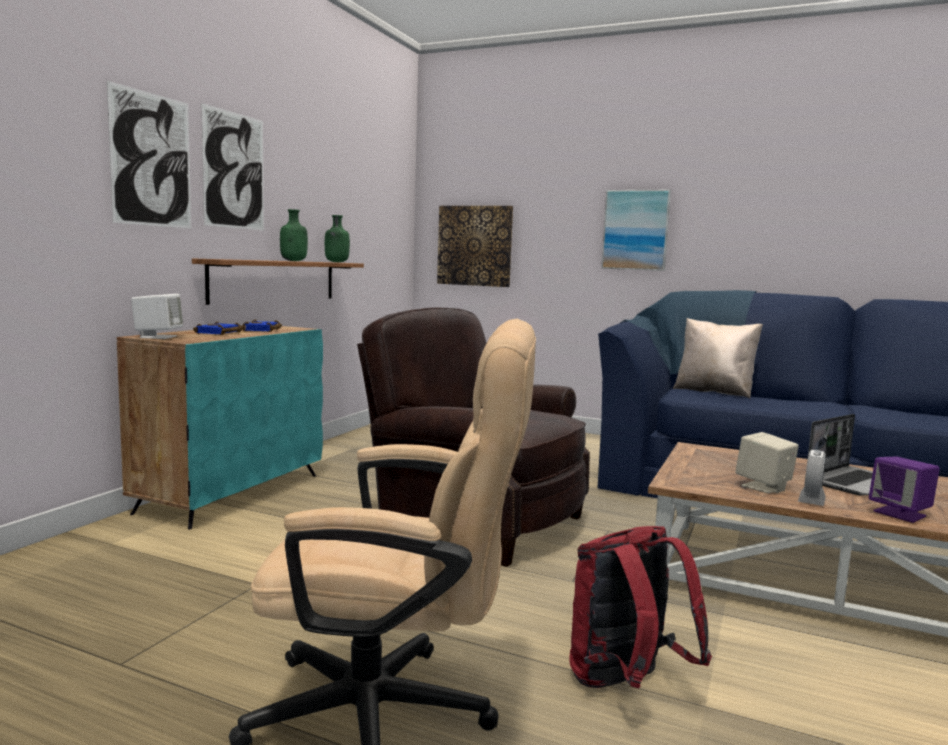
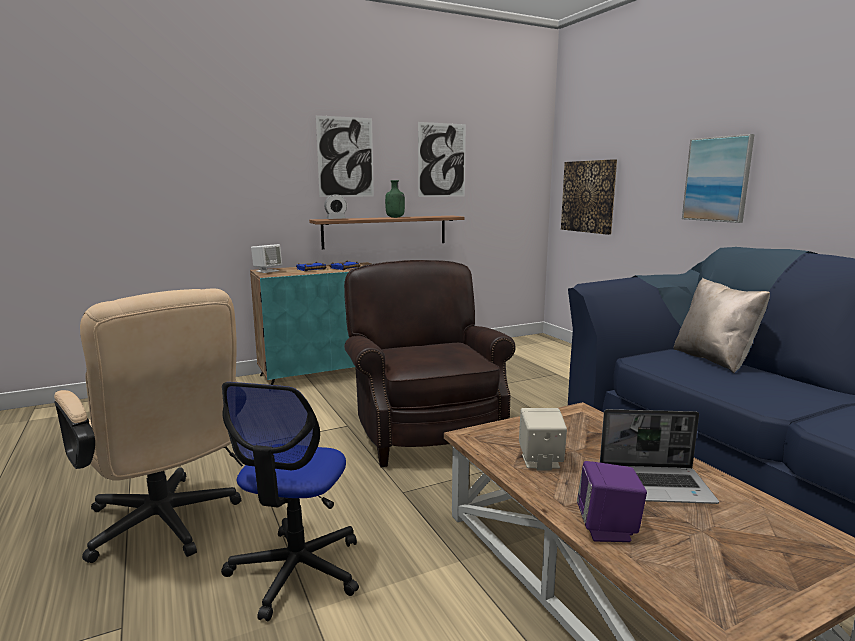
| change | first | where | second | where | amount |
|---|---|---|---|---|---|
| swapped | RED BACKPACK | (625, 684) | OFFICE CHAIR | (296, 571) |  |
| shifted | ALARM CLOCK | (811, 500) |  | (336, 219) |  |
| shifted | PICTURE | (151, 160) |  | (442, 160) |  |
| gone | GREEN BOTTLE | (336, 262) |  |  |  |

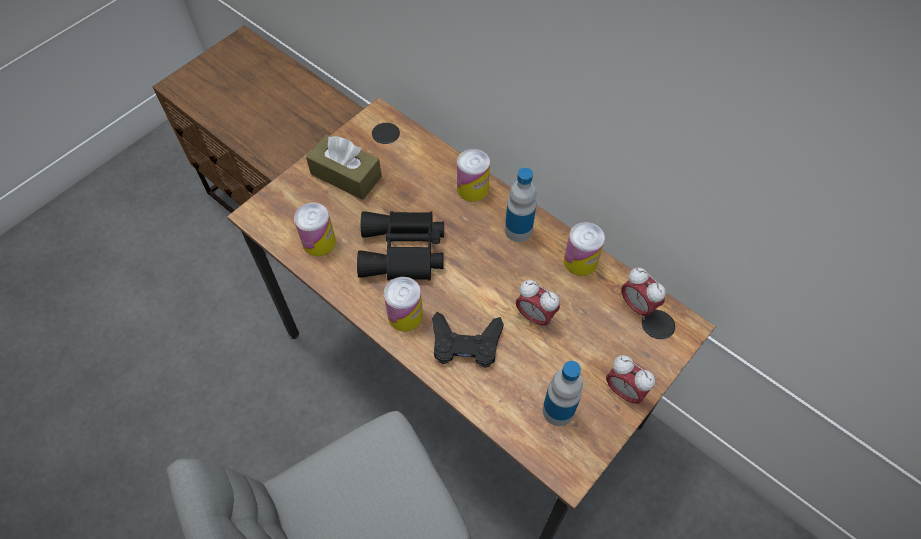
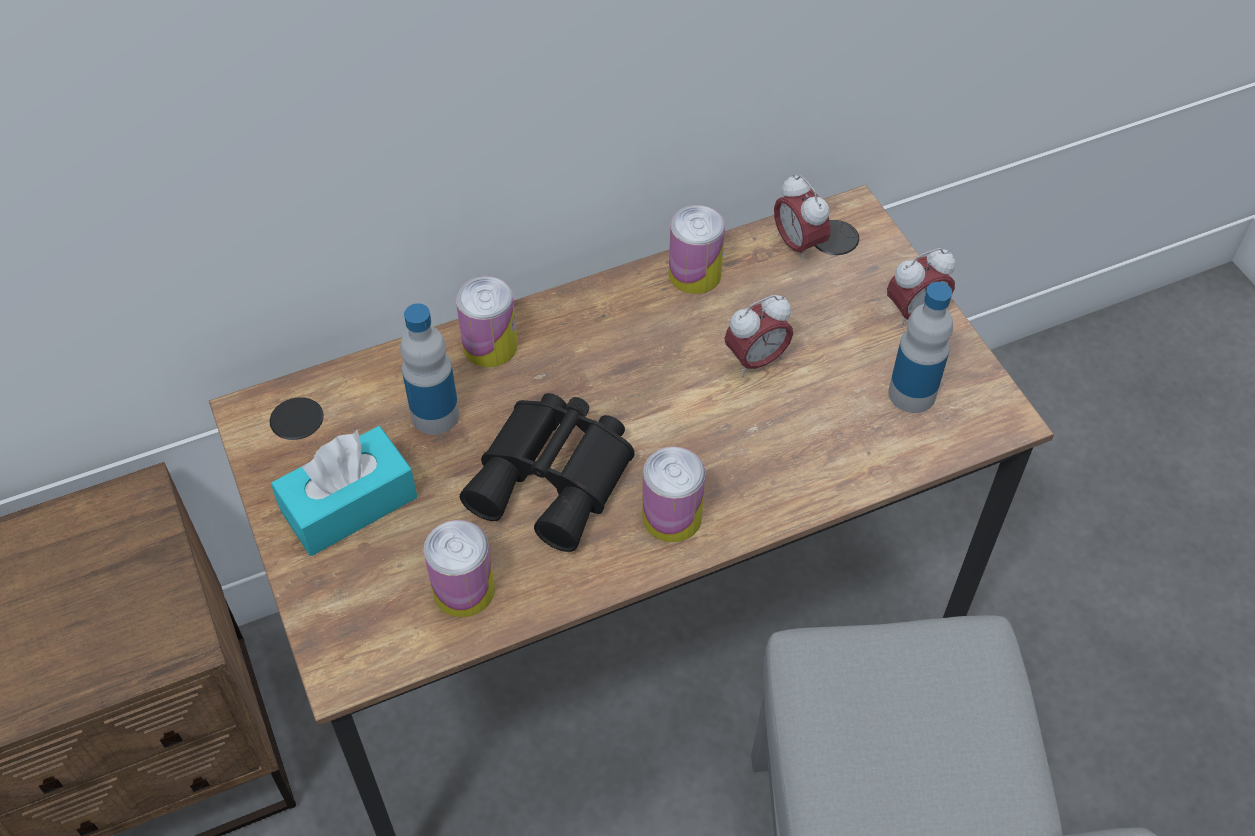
| change | first | where | second | where | amount |
|---|---|---|---|---|---|
| repainted | BROWN TISSUE BOX | (346, 175) | TURQUOISE TISSUE BOX | (349, 504) |  |
| shifted | BOTTLE | (518, 230) |  | (435, 415) |  |
| rotated | ALARM CLOCK | (637, 306) |  | (798, 245) | 75 degrees clockwise |
| gone | BLACK GAME CONTROLLER | (465, 343) |  |  |  |

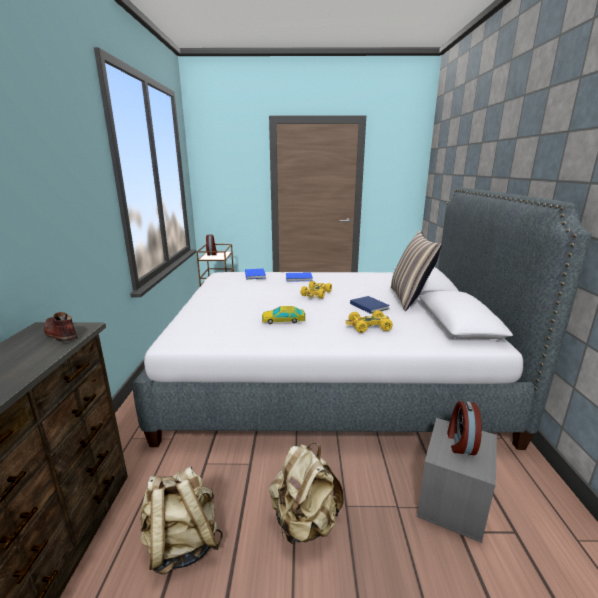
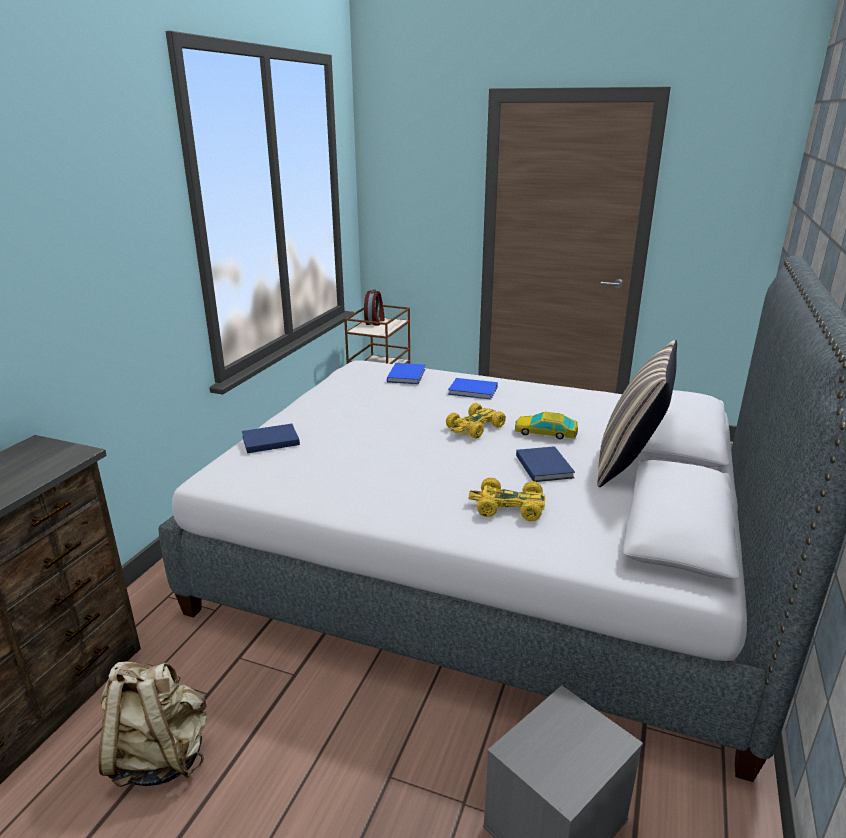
| change | first | where | second | where | amount |
|---|---|---|---|---|---|
| new |  |  | BLUE BOOK | (269, 440) |  |
| shifted | TOY CAR | (283, 320) |  | (545, 432) |  |
| gone | BROWN SHOE | (60, 334) |  |  |  |
| gone | BEIGE BACKPACK | (304, 522) |  |  |  |
| gone | ALARM CLOCK | (460, 443) |  |  |  |

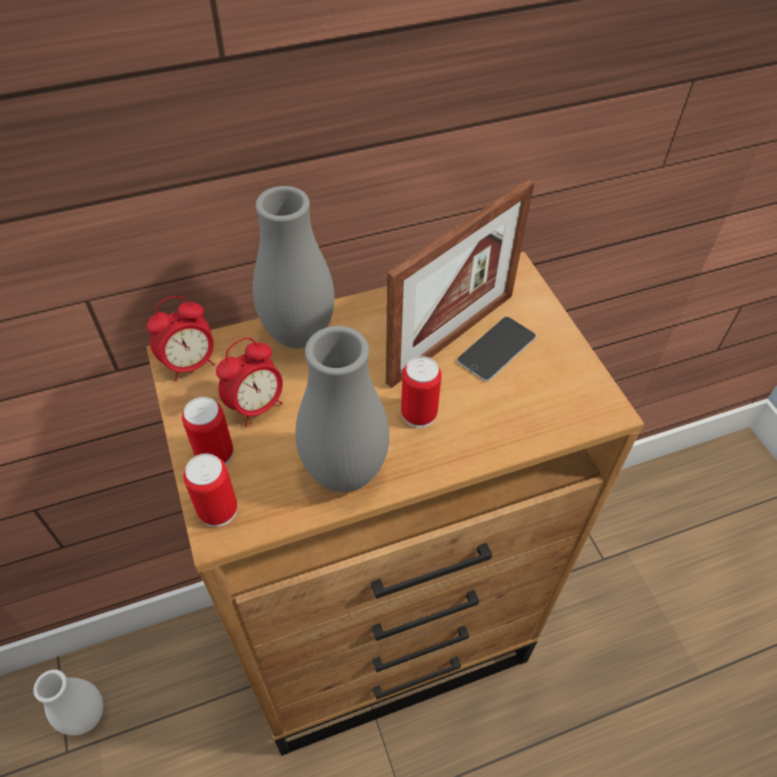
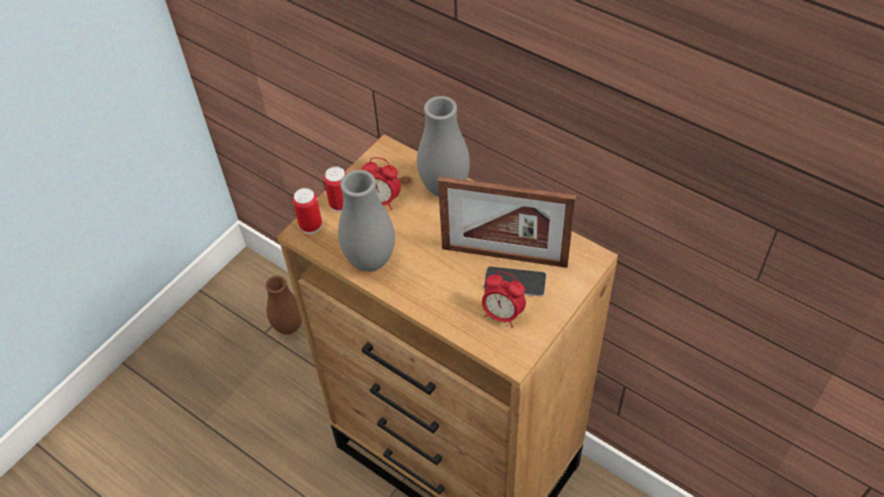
| change | first | where | second | where | amount |
|---|---|---|---|---|---|
| repainted | WHITE VASE | (86, 716) | BROWN VASE | (289, 327) |  |
| shifted | ALARM CLOCK | (190, 364) |  | (502, 315) |  |
| gone | CAN | (419, 414) |  |  |  |

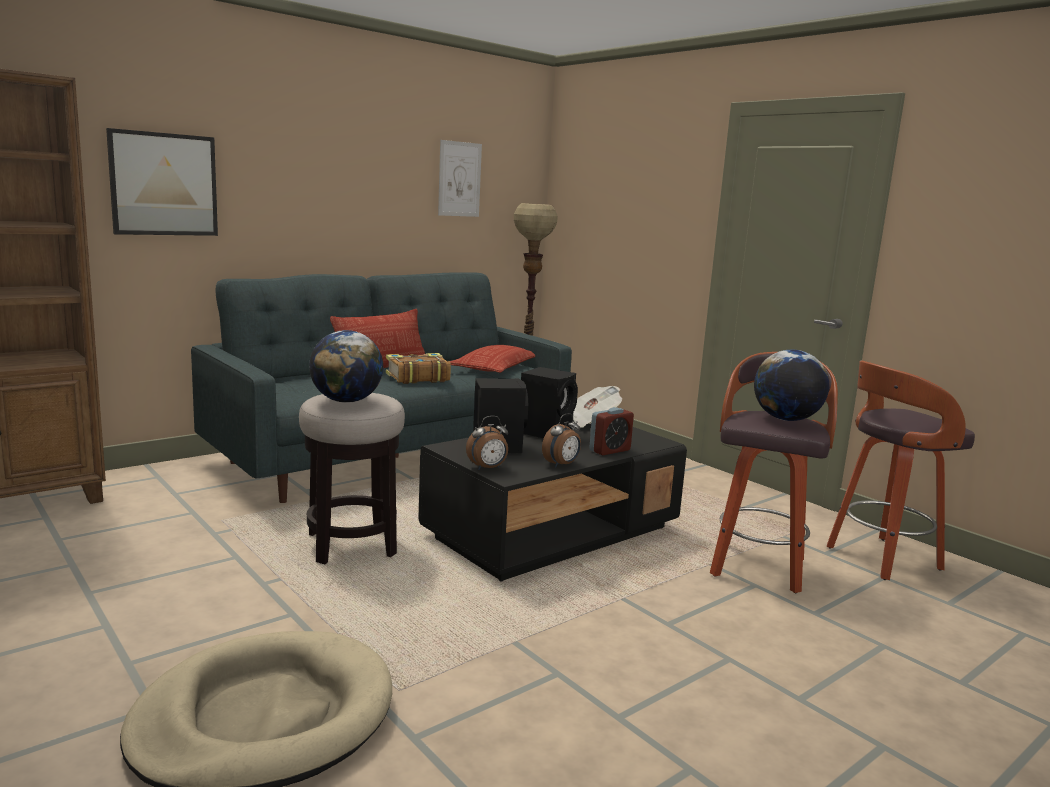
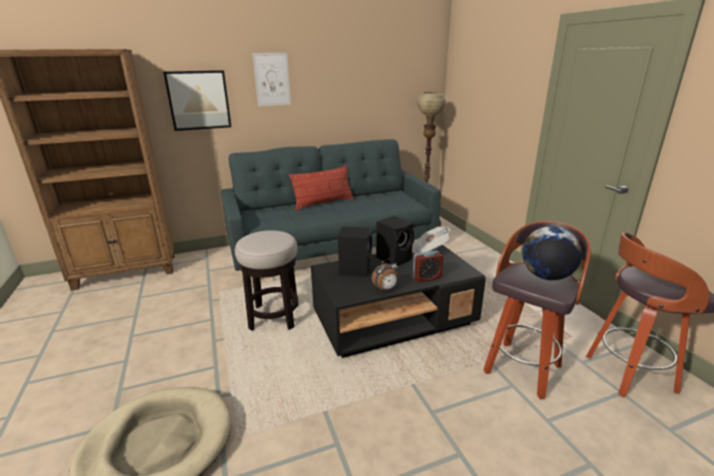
| change | first | where | second | where | amount |
|---|---|---|---|---|---|
| shifted | PICTURE | (459, 179) |  | (272, 79) |  |
| gone | GLOBE | (346, 401) |  |  |  |
| gone | BOOK | (417, 378) |  |  |  |
| gone | PILLOW | (496, 367) |  |  |  |
| gone | ALARM CLOCK | (488, 468) |  |  |  |

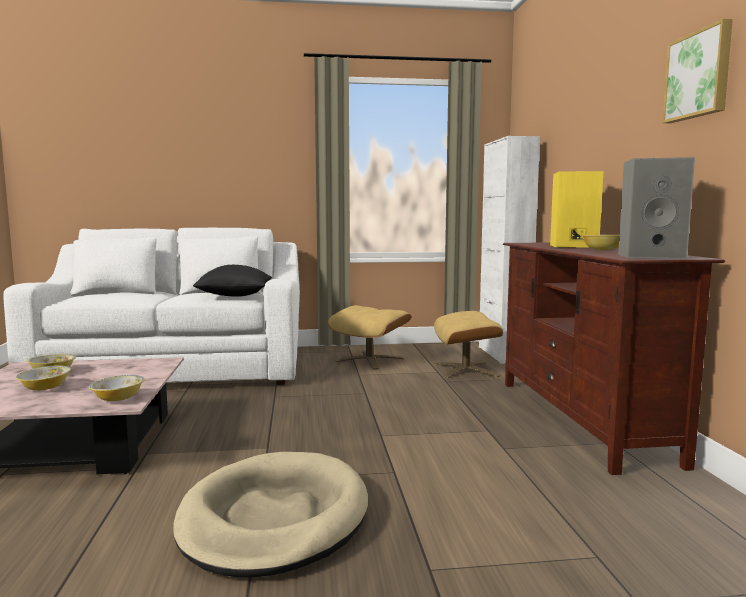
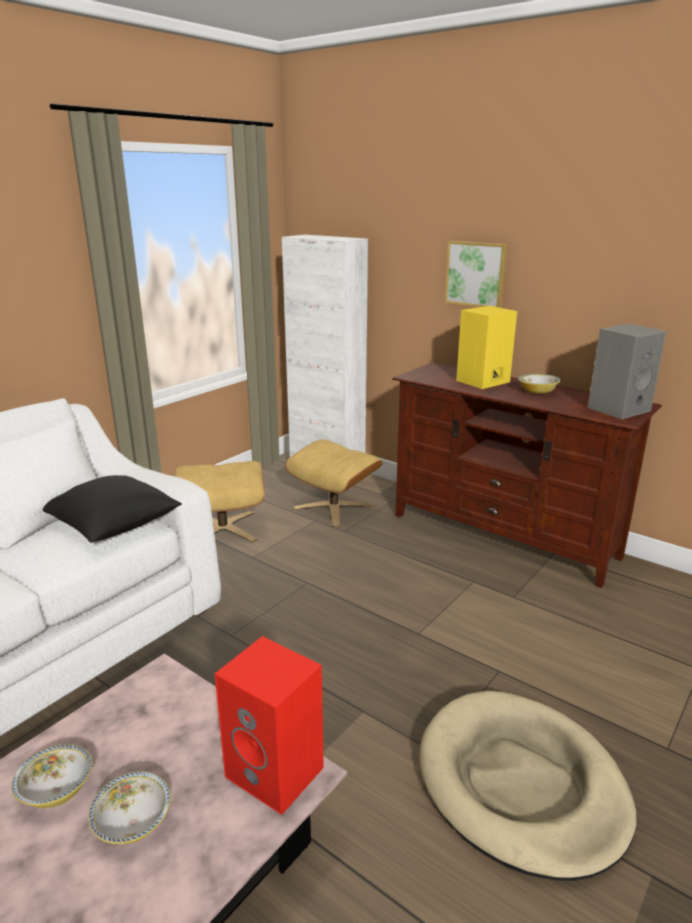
| change | first | where | second | where | amount |
|---|---|---|---|---|---|
| swapped | BOWL | (118, 399) | RED SPEAKER | (277, 772) |  |
| shifted | PICTURE | (699, 75) |  | (476, 274) |  |

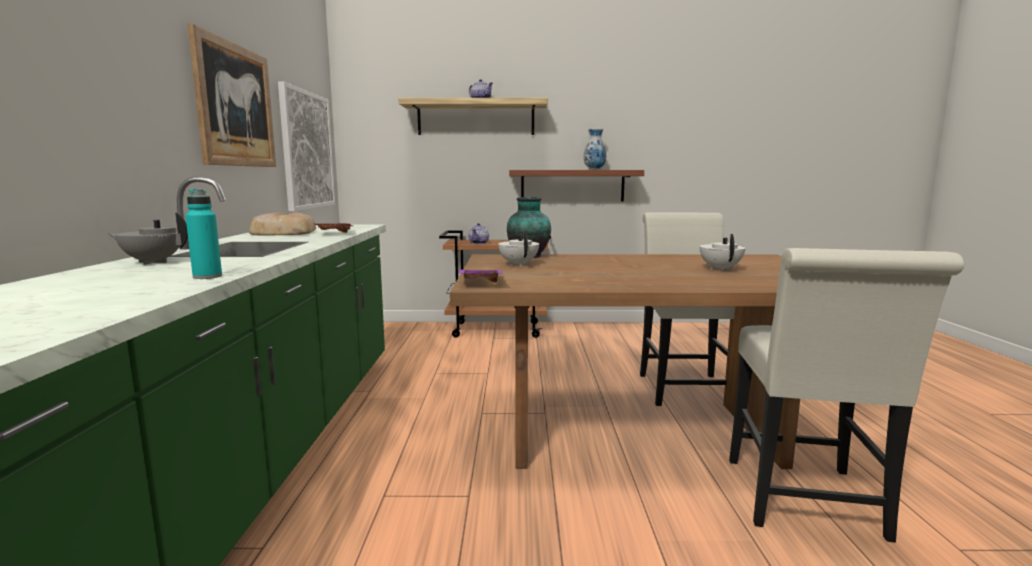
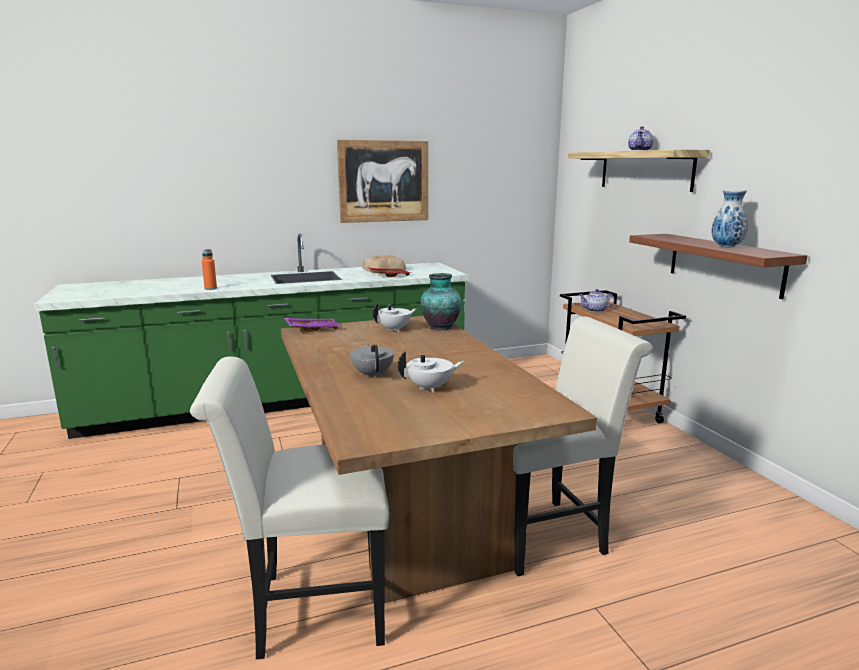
| change | first | where | second | where | amount |
|---|---|---|---|---|---|
| repainted | TURQUOISE BOTTLE | (207, 277) | ORANGE BOTTLE | (210, 288) |  |
| shifted | GREY TEAPOT | (153, 262) |  | (373, 374) |  |
| gone | PICTURE | (307, 150) |  |  |  |

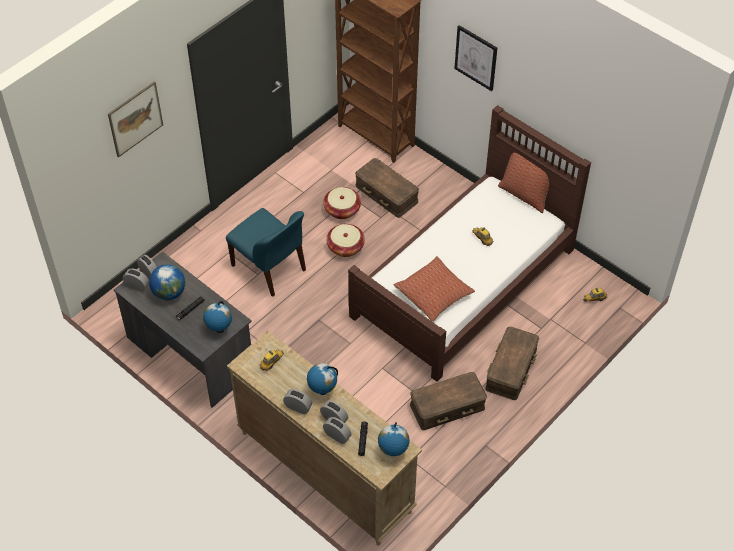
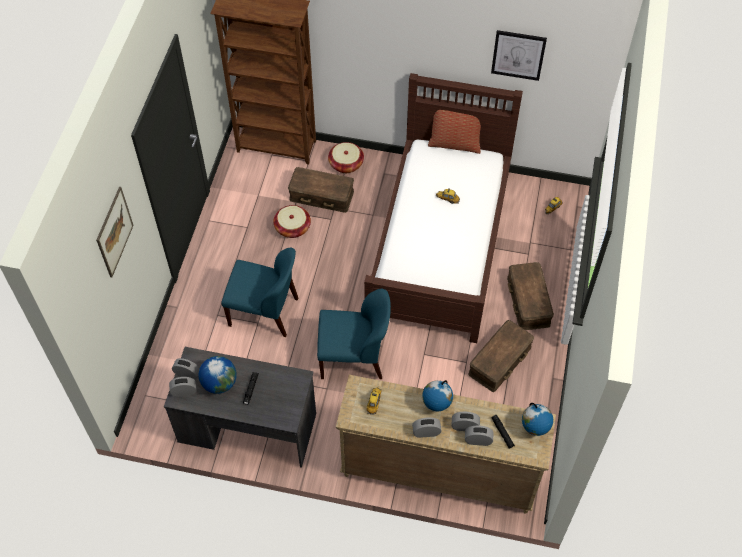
| change | first | where | second | where | amount |
|---|---|---|---|---|---|
| new |  |  | BLUE CHAIR | (354, 357) |  |
| shifted | BASKET | (345, 247) |  | (346, 164) |  |
| shifted | PICTURE | (476, 57) |  | (518, 55) |  |
| gone | GLOBE | (219, 329) |  |  |  |
| gone | PILLOW | (434, 294) |  |  |  |

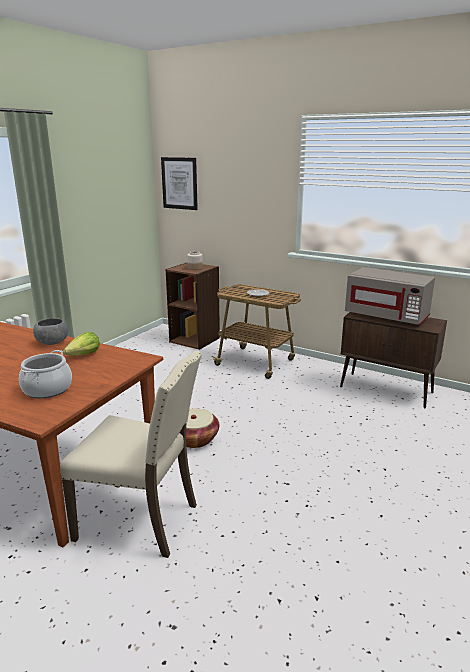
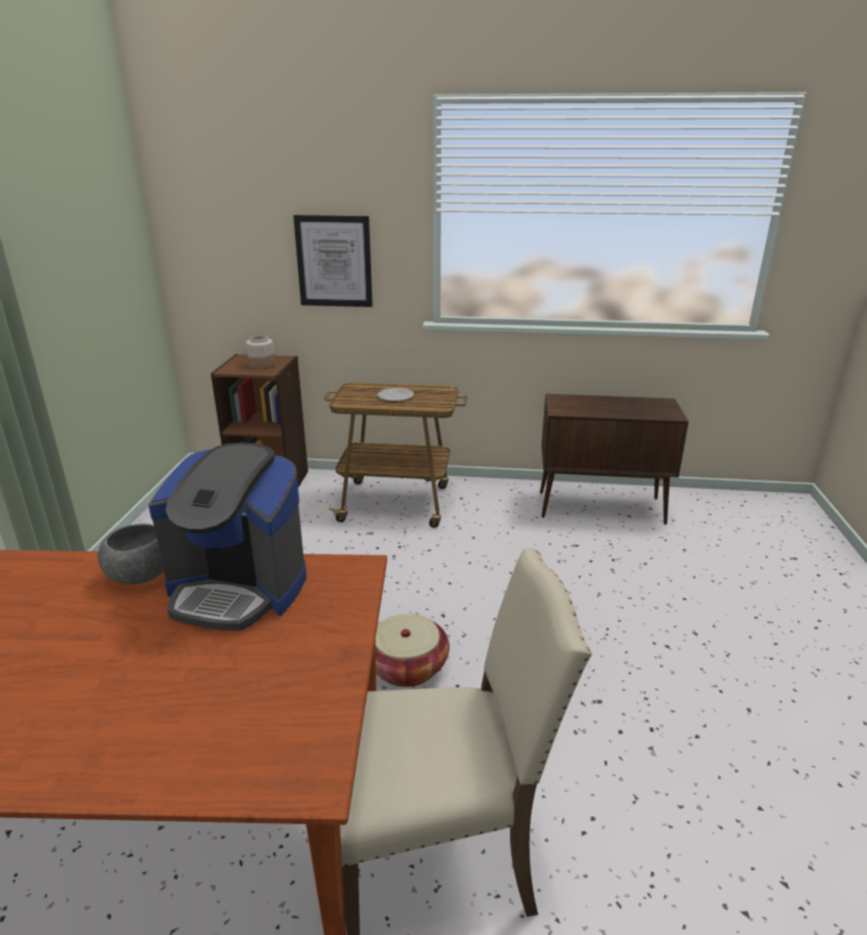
| change | first | where | second | where | amount |
|---|---|---|---|---|---|
| swapped | LETTUCE | (84, 355) | COFFEE MACHINE | (238, 589) |  |
| shifted | PICTURE | (179, 183) |  | (334, 261) |  |
| gone | COOKING POT | (47, 389) |  |  |  |
| gone | GREY MICROWAVE | (387, 316) |  |  |  |

